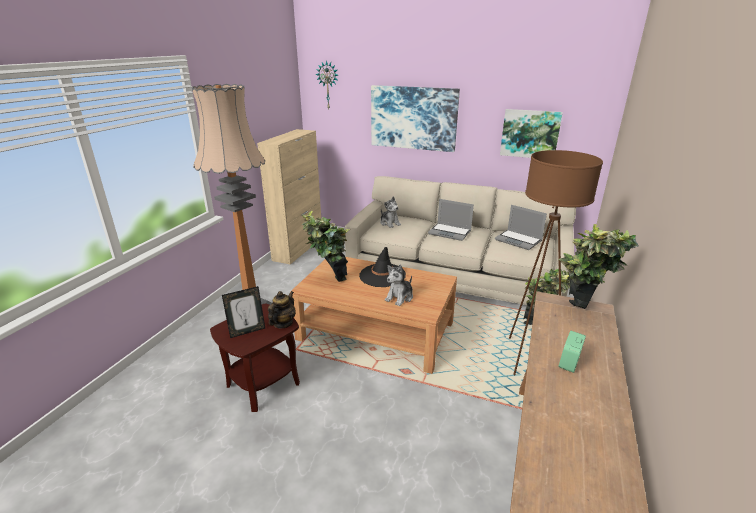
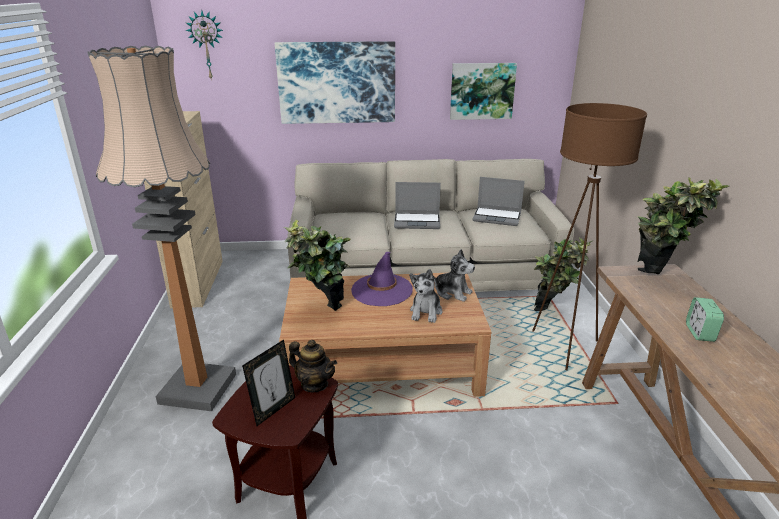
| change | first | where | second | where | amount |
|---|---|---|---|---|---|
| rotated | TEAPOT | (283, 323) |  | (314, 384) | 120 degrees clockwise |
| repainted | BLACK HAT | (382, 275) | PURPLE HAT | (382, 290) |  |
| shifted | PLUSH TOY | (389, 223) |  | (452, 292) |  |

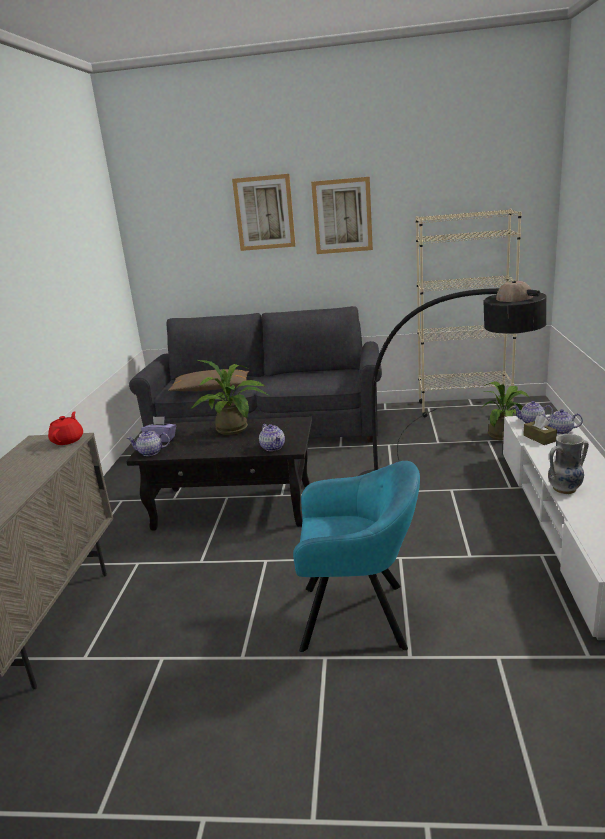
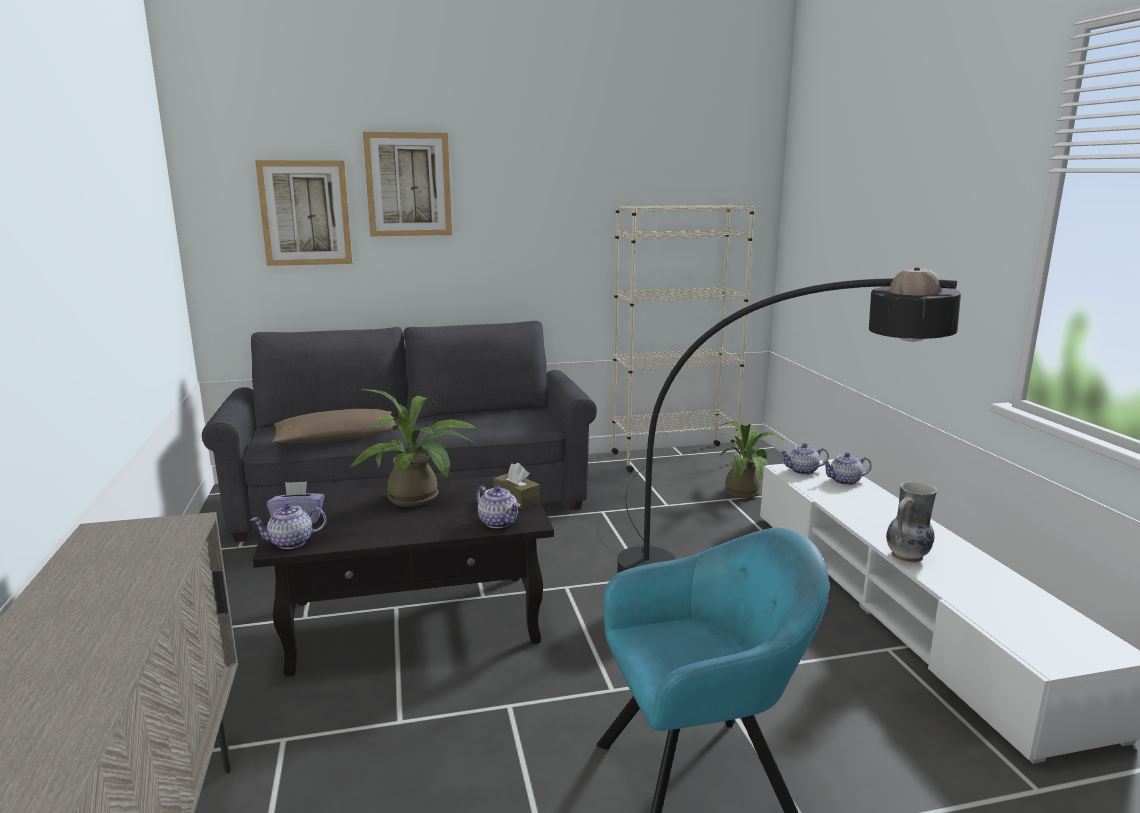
| change | first | where | second | where | amount |
|---|---|---|---|---|---|
| shifted | PICTURE | (342, 216) |  | (305, 213) |  |
| shifted | BROWN TISSUE BOX | (539, 438) |  | (516, 499) |  |
| gone | RED TEAPOT | (68, 440) |  |  |  |

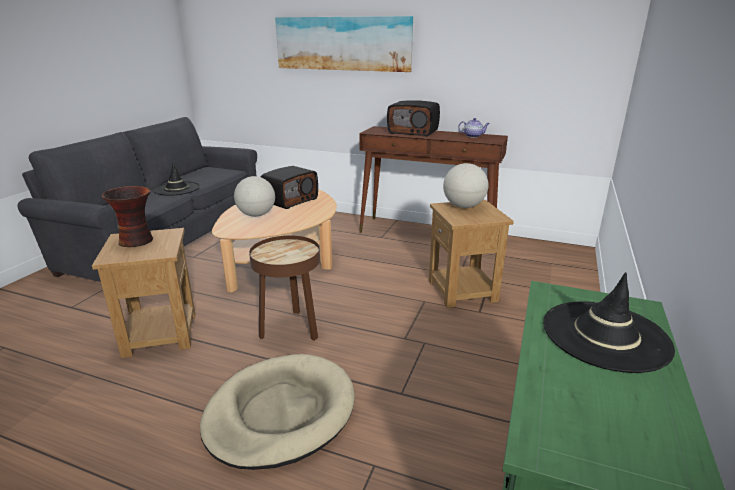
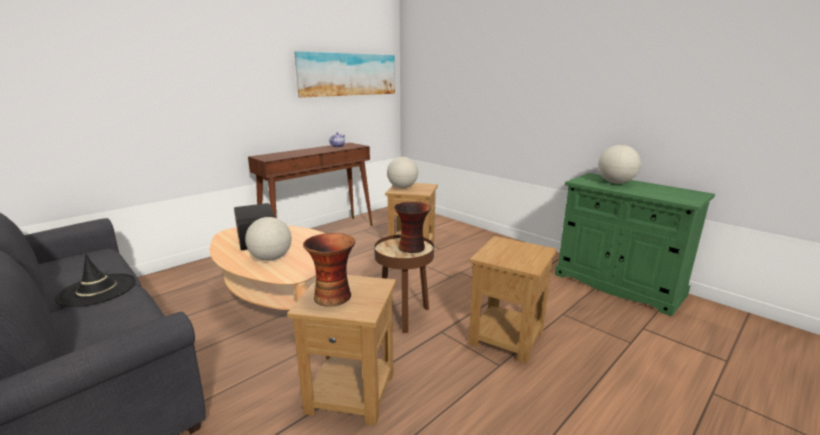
| change | first | where | second | where | amount |
|---|---|---|---|---|---|
| shifted | PICTURE | (342, 43) |  | (348, 74) |  |
| new |  |  | VASE | (412, 248) |  |
| swapped | BEIGE DOG BED | (280, 413) | BROWN SIDE TABLE | (506, 338) |  |
| swapped | BLACK HAT | (605, 335) | GLOBE | (615, 182) |  |
| gone | RADIO | (413, 132) |  |  |  |

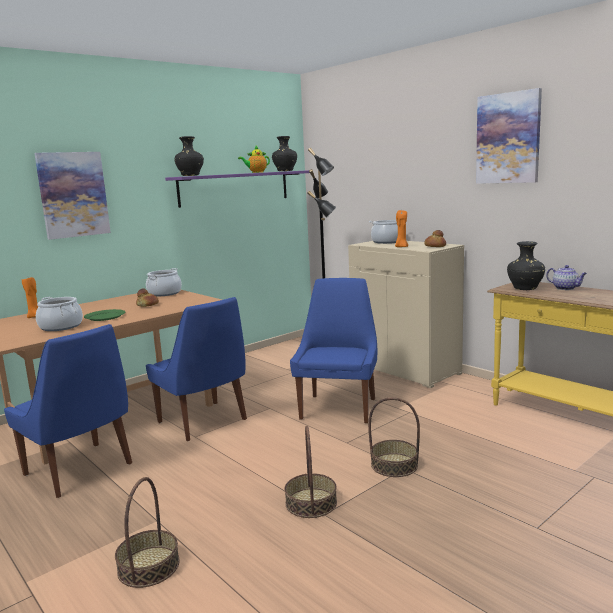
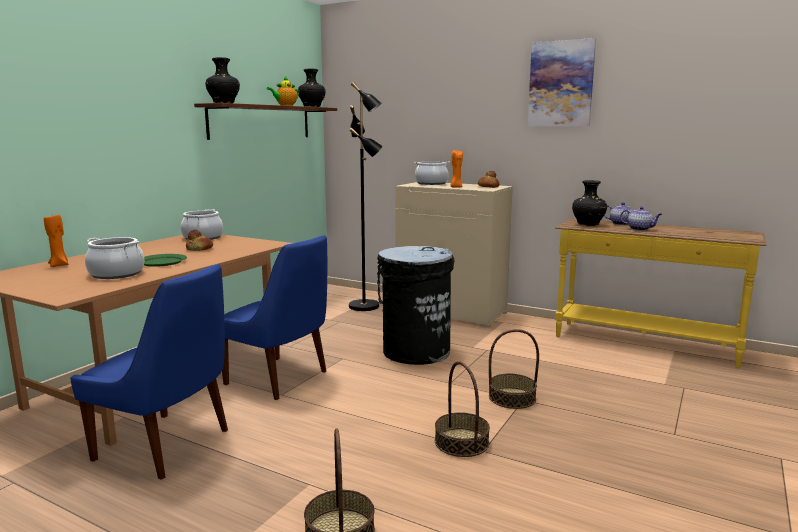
| change | first | where | second | where | amount |
|---|---|---|---|---|---|
| repainted | PURPLE SHELF | (235, 188) | BROWN SHELF | (261, 122) |  |
| swapped | BLUE CHAIR | (339, 407) | BLACK TRASH CAN | (415, 351) |  |
| new |  |  | TEAPOT | (640, 229) |  |
| gone | PICTURE | (73, 194) |  |  |  |

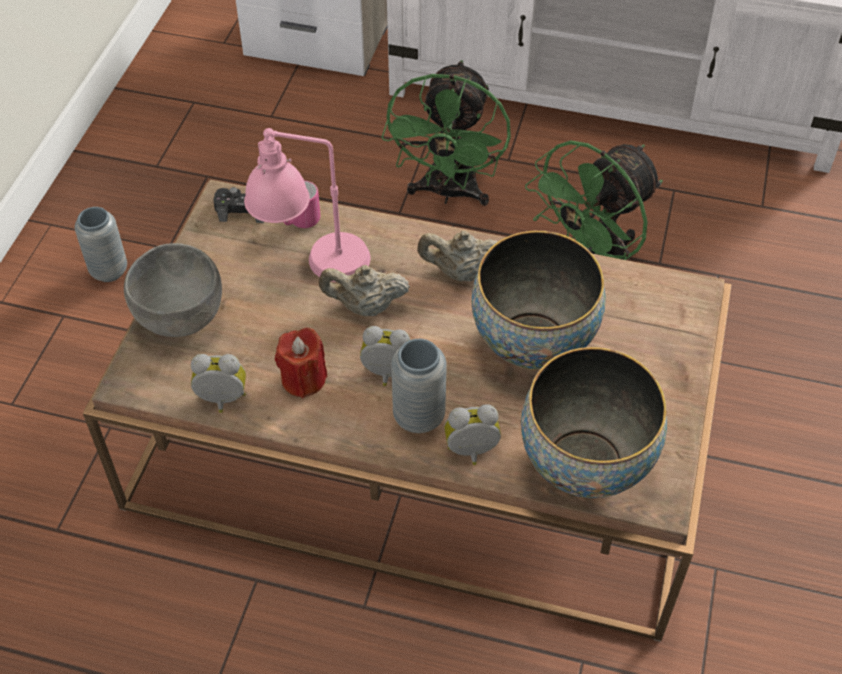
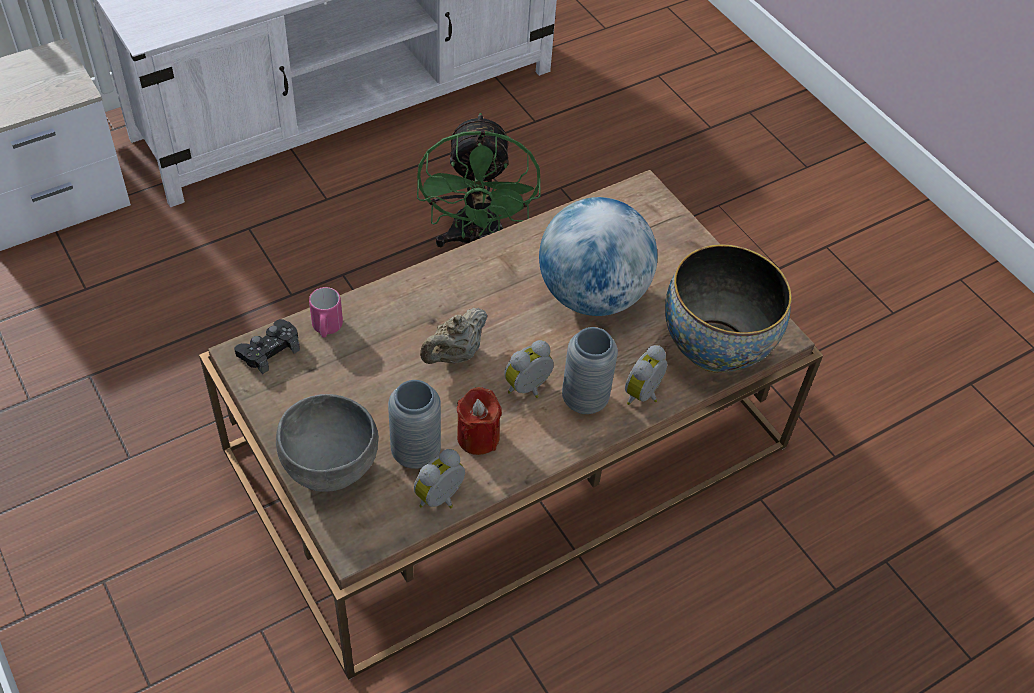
| change | first | where | second | where | amount |
|---|---|---|---|---|---|
| shifted | GREY VASE | (109, 271) |  | (415, 453) |  |
| swapped | BOWL | (532, 343) | GLOBE | (592, 295) |  |
| gone | PINK TABLE LAMP | (312, 265) |  |  |  |
| gone | GREEN FAN | (448, 193) |  |  |  |
| gone | BEIGE TEAPOT | (460, 273) |  |  |  |

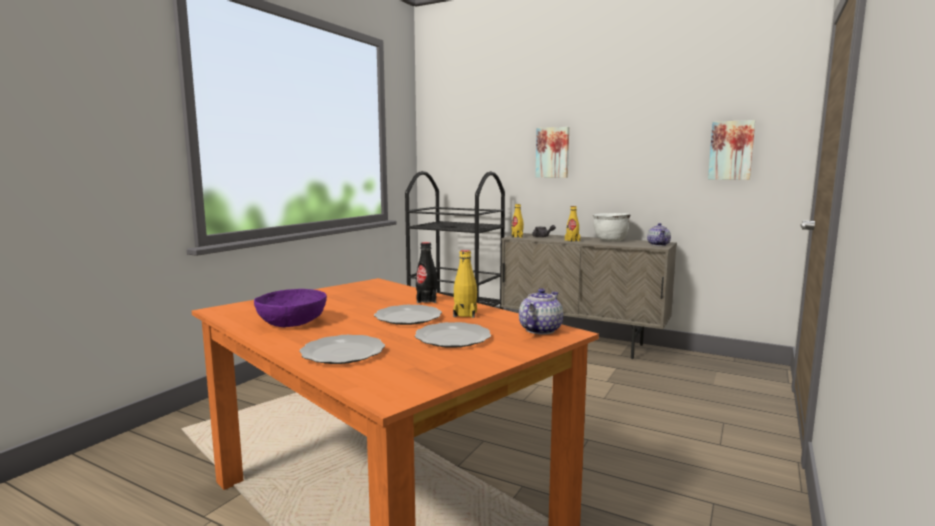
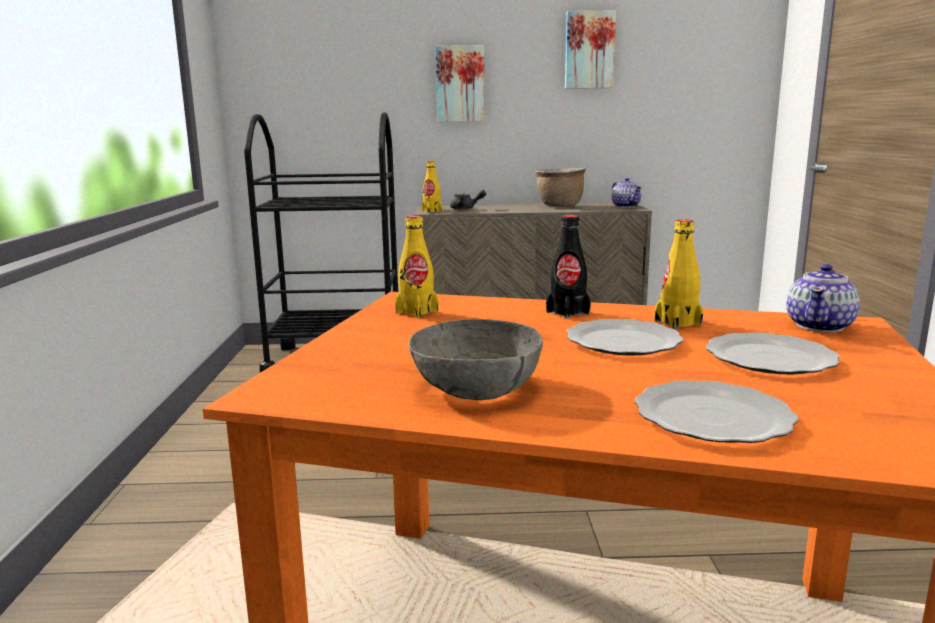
| change | first | where | second | where | amount |
|---|---|---|---|---|---|
| shifted | YELLOW BOTTLE | (572, 240) |  | (417, 312) |  |
| repainted | PURPLE BOWL | (291, 322) | GREY BOWL | (476, 387) |  |
| repainted | WHITE COOKING POT | (610, 240) | BROWN COOKING POT | (559, 206) |  |
| shifted | PICTURE | (731, 150) |  | (589, 50) |  |
| rotated | TEAPOT | (539, 330) |  | (820, 326) | 150 degrees counterclockwise |

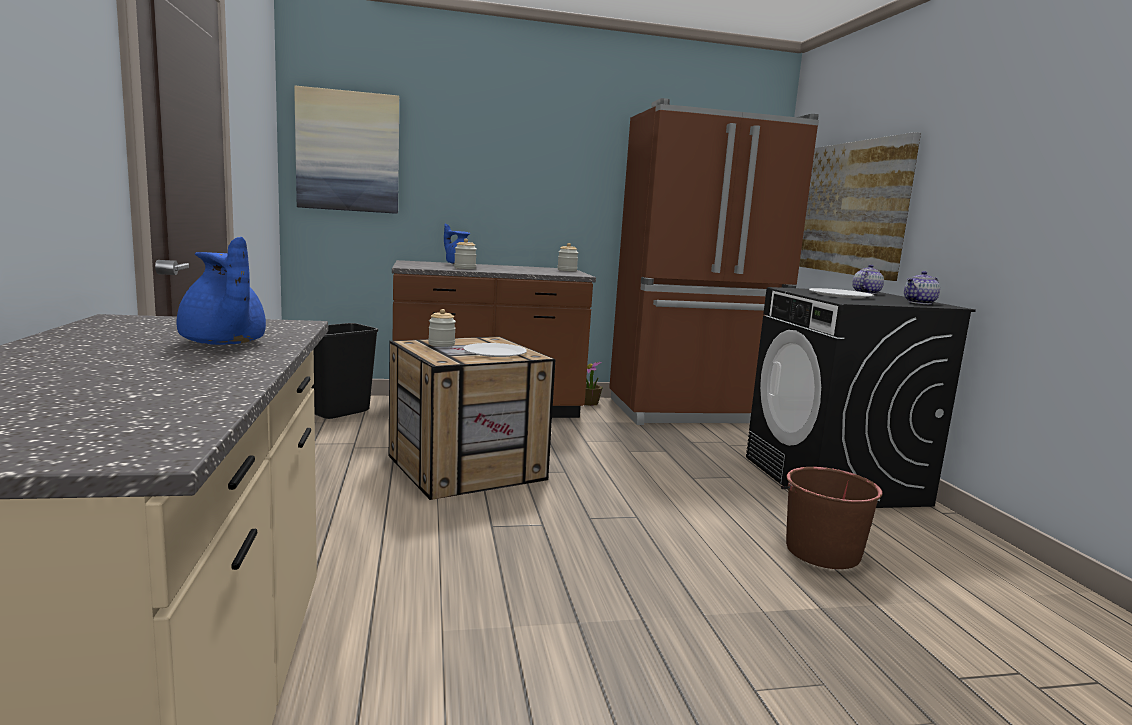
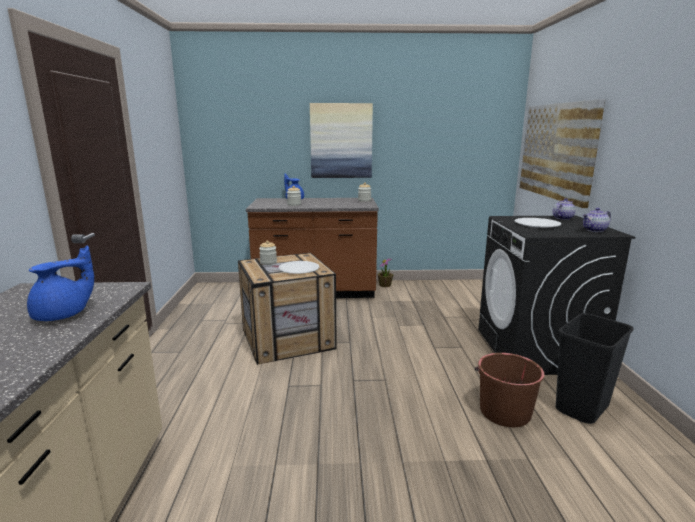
| change | first | where | second | where | amount |
|---|---|---|---|---|---|
| rotated | BLUE TEAPOT | (223, 343) |  | (63, 315) | 105 degrees counterclockwise |
| shifted | PICTURE | (348, 152) |  | (341, 141) |  |
| shifted | BLACK TRASH CAN | (339, 412) |  | (581, 407) |  |
| gone | BROWN FRIDGE | (692, 412) |  |  |  |

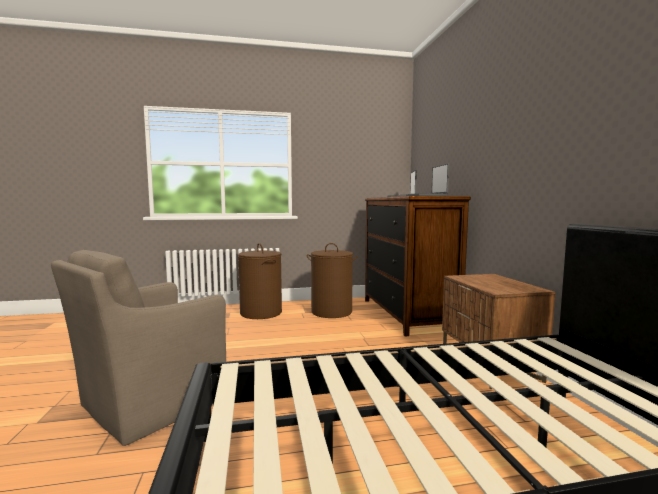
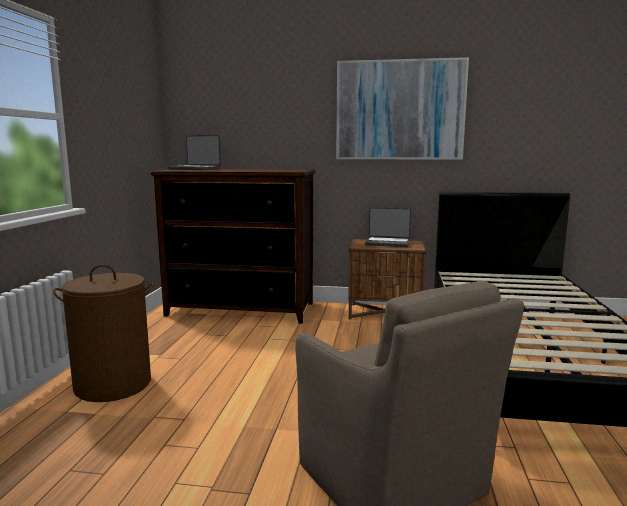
| change | first | where | second | where | amount |
|---|---|---|---|---|---|
| new |  |  | PICTURE | (399, 110) |  |
| shifted | LAPTOP | (426, 196) |  | (387, 243) |  |
| gone | BROWN LAUNDRY BASKET | (332, 312) |  |  |  |

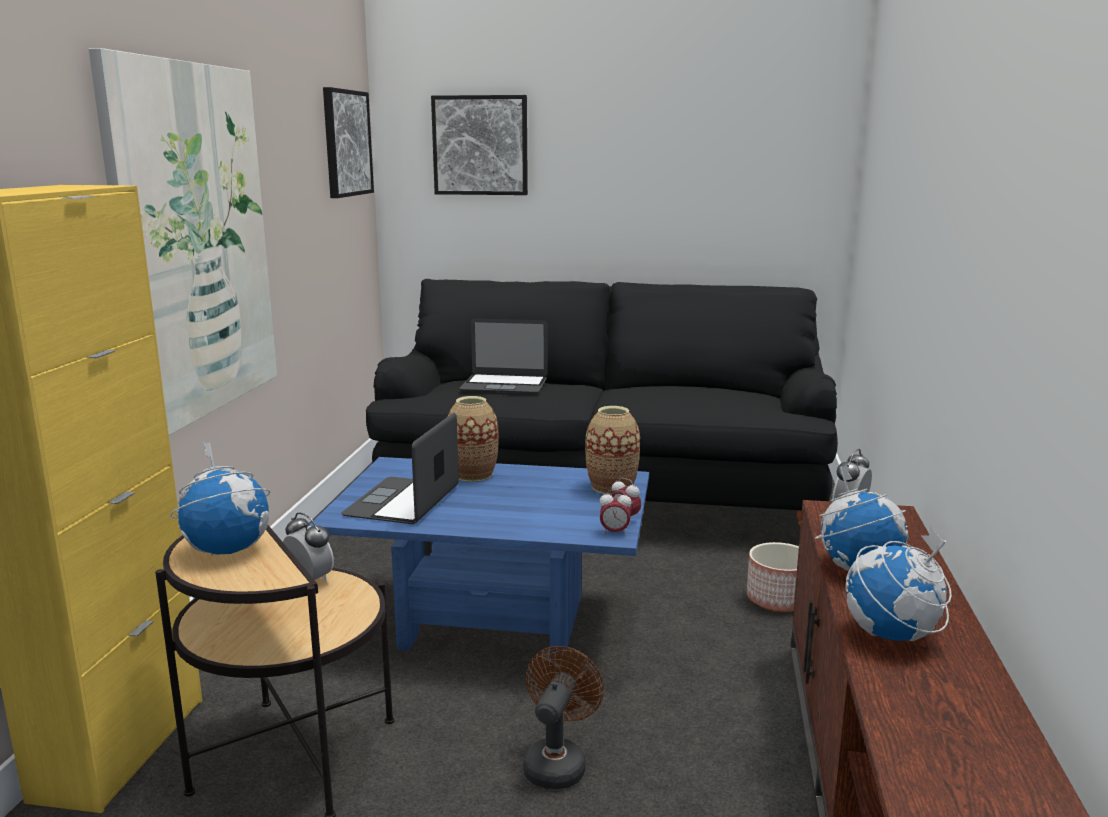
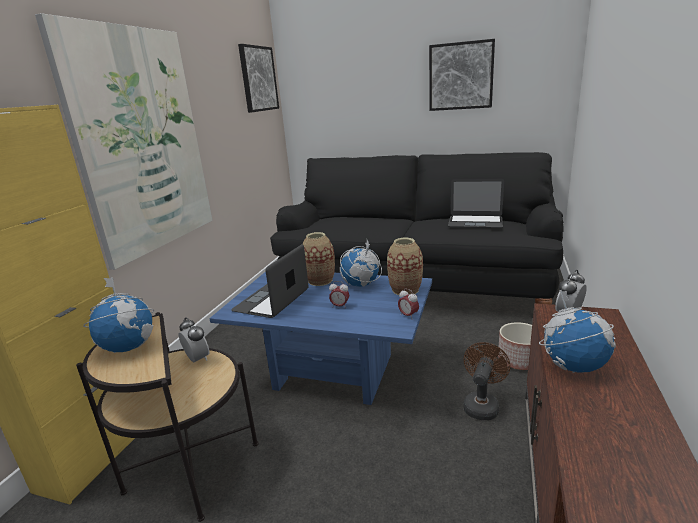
| change | first | where | second | where | amount |
|---|---|---|---|---|---|
| shifted | ALARM CLOCK | (614, 532) |  | (340, 306) |  |
| shifted | GLOBE | (892, 635) |  | (361, 285) |  |
| shifted | PICTURE | (480, 145) |  | (461, 76) |  |
| shifted | LAPTOP | (504, 384) |  | (475, 222) |  |
| shifted | BROWN FAN | (557, 762) |  | (482, 405) |  |

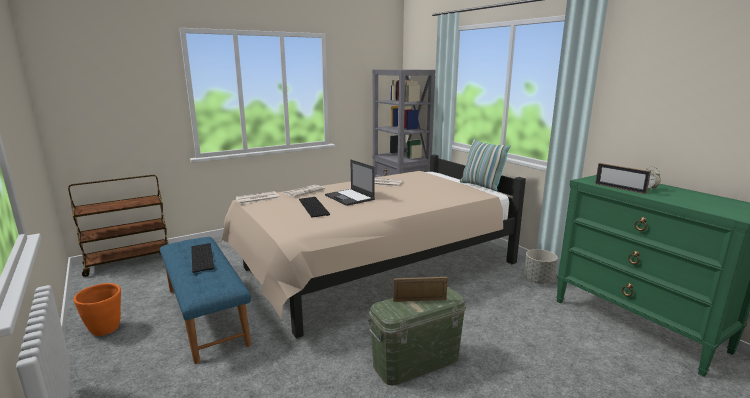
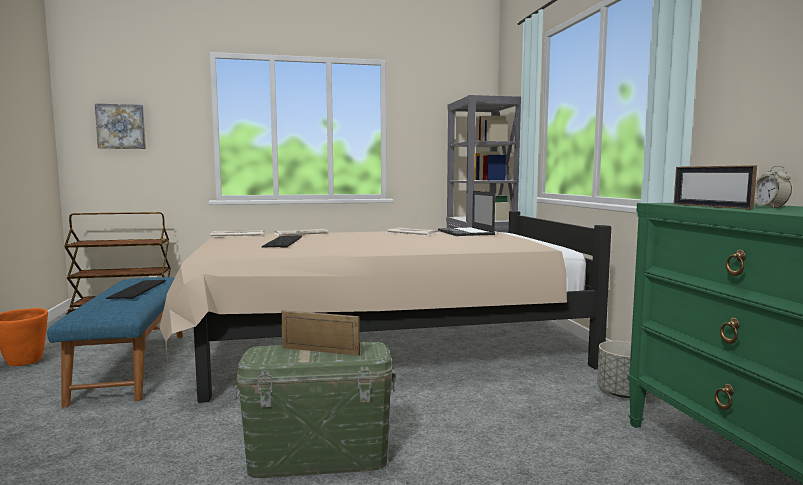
| change | first | where | second | where | amount |
|---|---|---|---|---|---|
| new |  |  | PICTURE | (121, 126) |  |
| shifted | LAPTOP | (350, 197) |  | (466, 232) |  |
| gone | PILLOW | (481, 186) |  |  |  |

